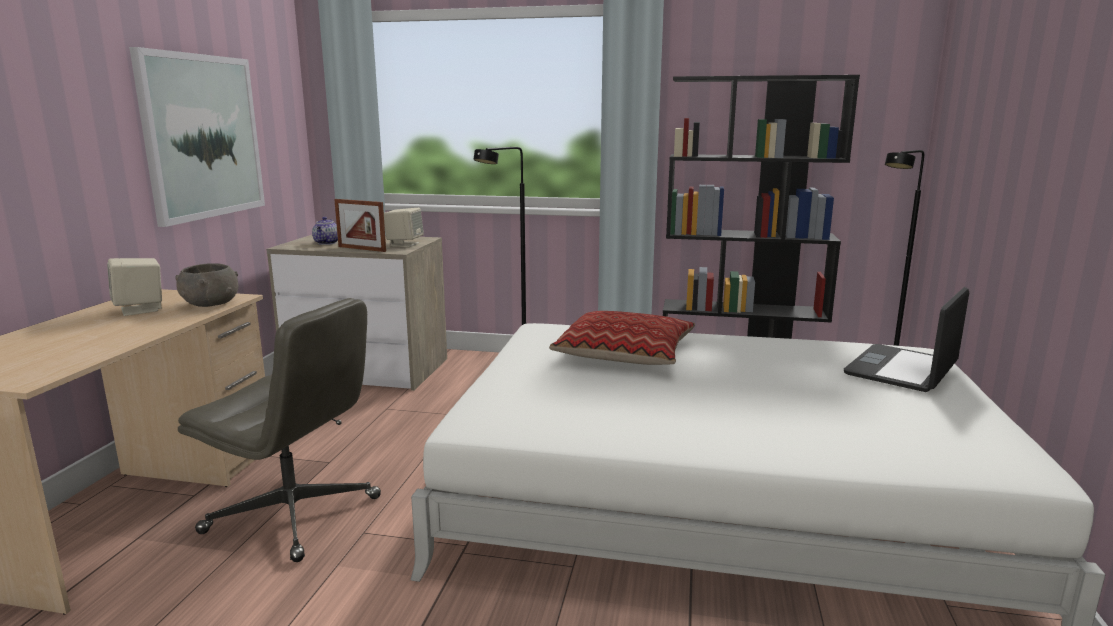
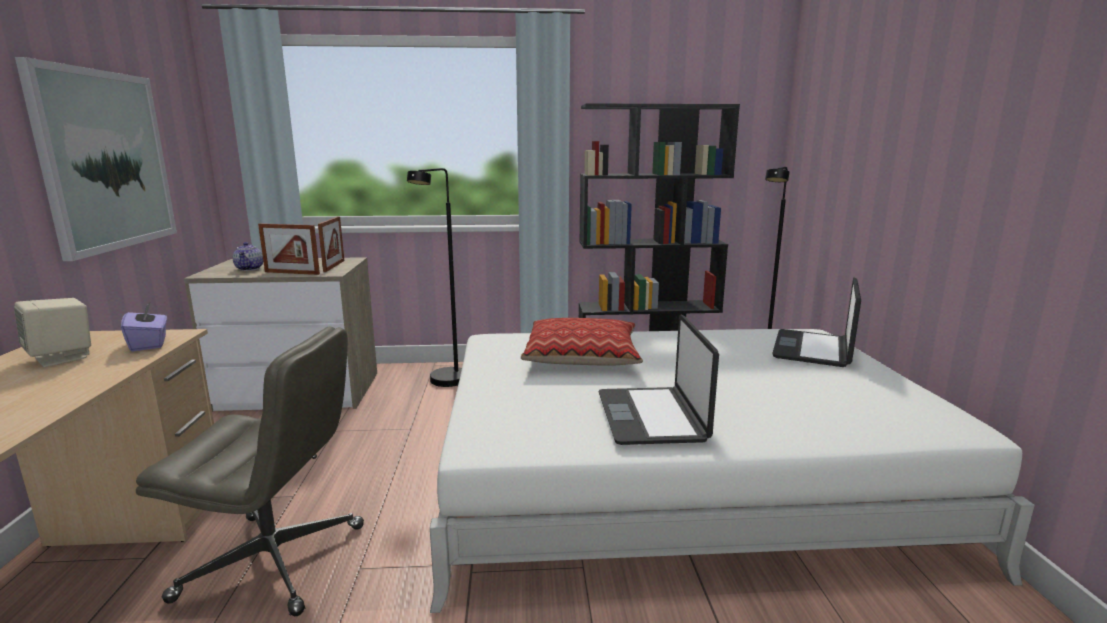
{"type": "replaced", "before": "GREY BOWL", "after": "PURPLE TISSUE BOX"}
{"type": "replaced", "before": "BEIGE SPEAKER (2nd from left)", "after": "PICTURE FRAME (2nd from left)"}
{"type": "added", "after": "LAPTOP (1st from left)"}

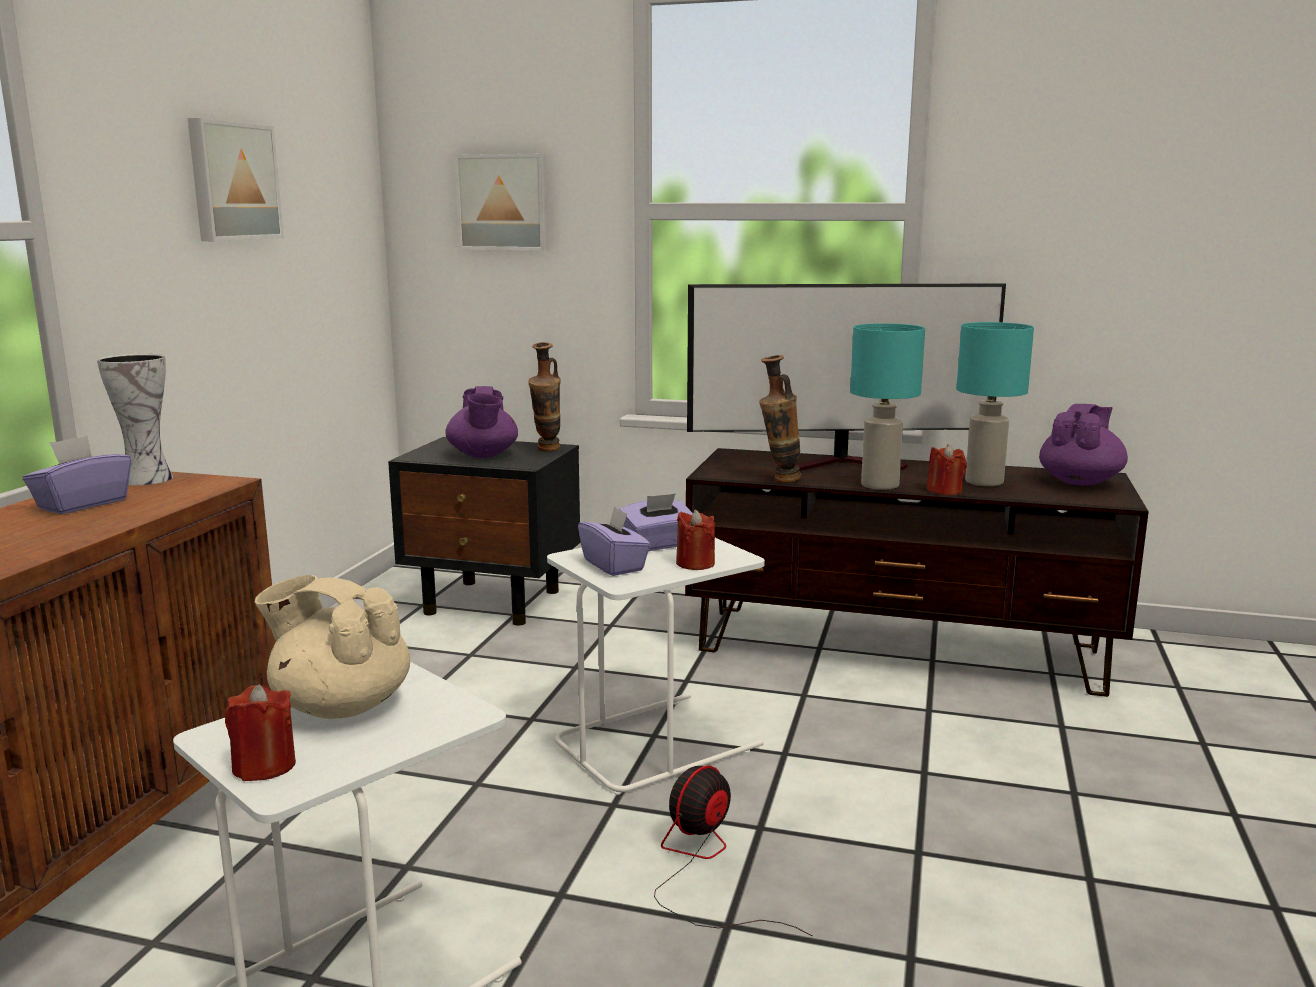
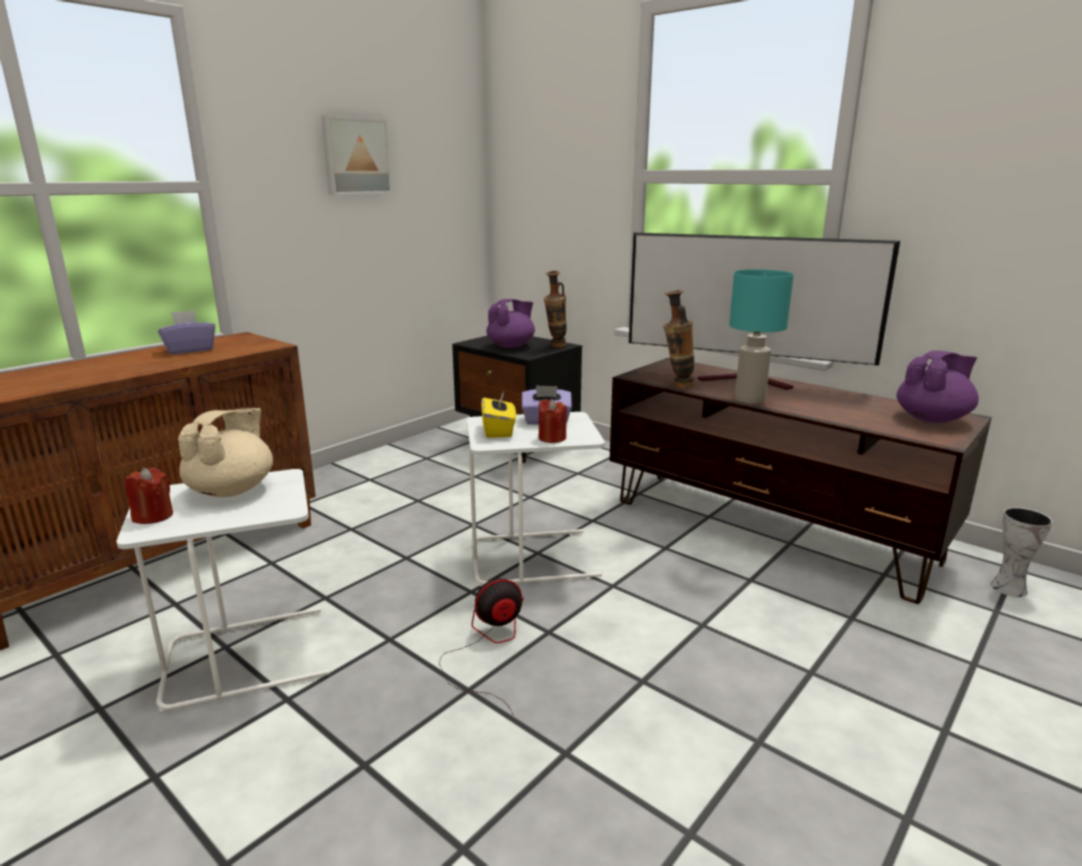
{"type": "moved", "before": "VASE (1st from left in the first image)", "after": "VASE (3rd from left)"}
{"type": "turned", "before": "BEIGE TEAPOT", "turn": 60}
{"type": "turned", "before": "PURPLE TEAPOT (1st from left)", "turn": -150}
{"type": "removed", "before": "PICTURE (2nd from left)"}
{"type": "recoloured", "before": "PURPLE TISSUE BOX (2nd from left)", "after": "YELLOW TISSUE BOX"}
{"type": "removed", "before": "RED CANDLE (3rd from left)"}
{"type": "removed", "before": "TURQUOISE TABLE LAMP (2nd from left)"}

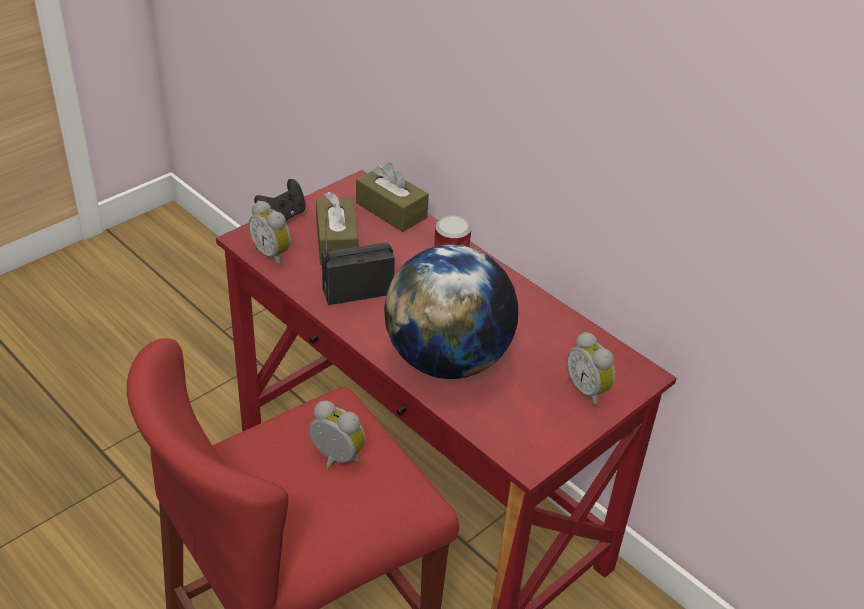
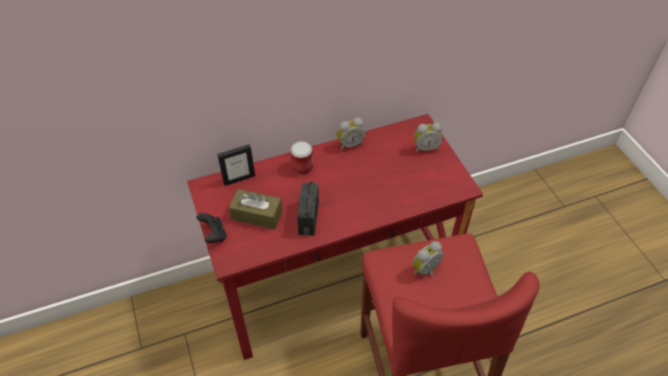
{"type": "moved", "before": "ALARM CLOCK (1st from left)"}
{"type": "replaced", "before": "BROWN TISSUE BOX (2nd from left)", "after": "PICTURE FRAME"}
{"type": "removed", "before": "GLOBE"}

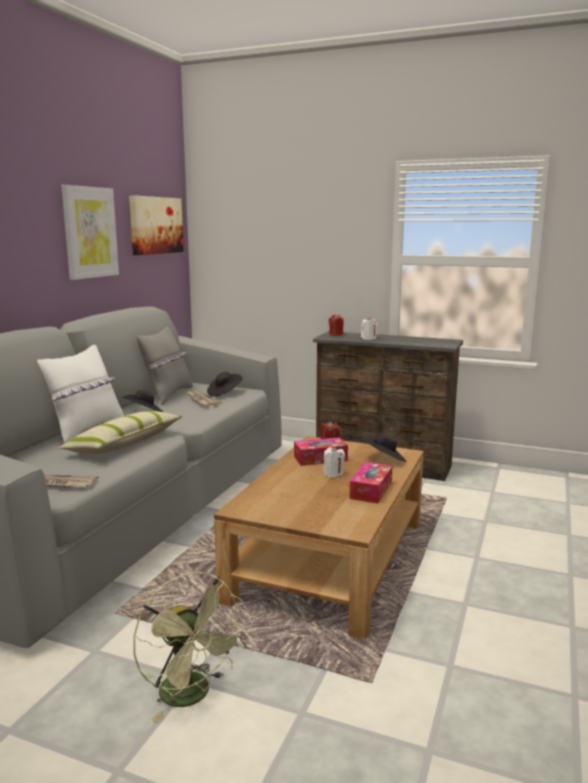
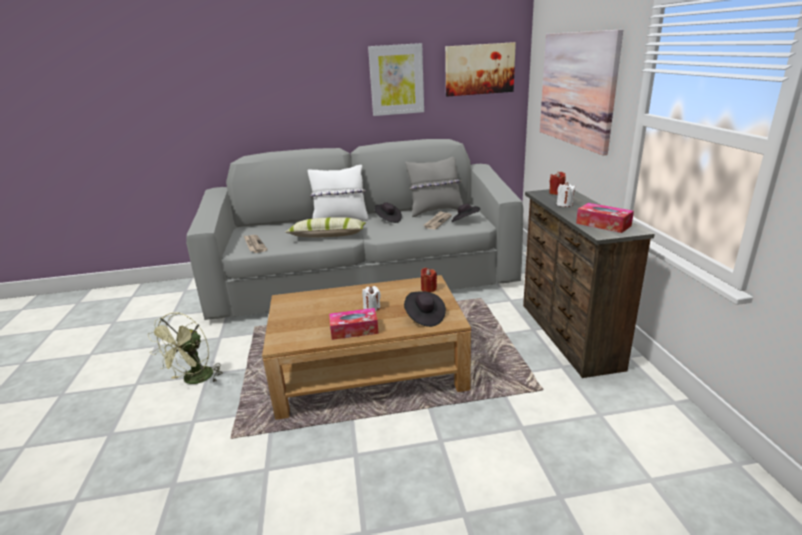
{"type": "moved", "before": "TISSUE BOX (1st from left in the first image)", "after": "TISSUE BOX (2nd from left)"}
{"type": "added", "after": "PICTURE (3rd from left)"}

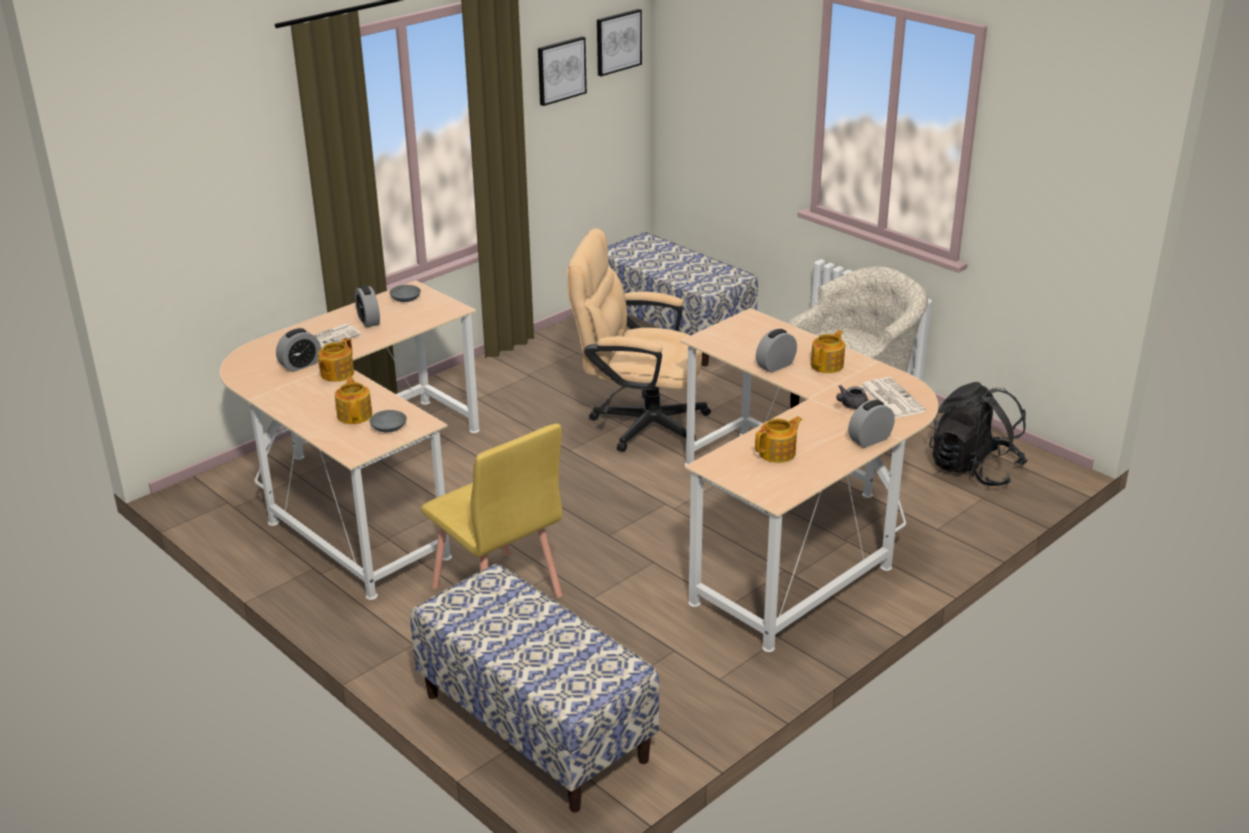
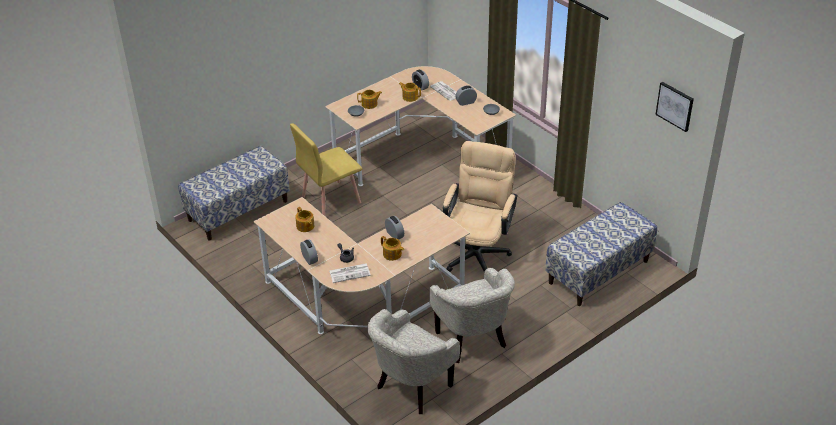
{"type": "removed", "before": "PICTURE (1st from left)"}
{"type": "replaced", "before": "BLACK BACKPACK", "after": "BEIGE ARMCHAIR (1st from left)"}

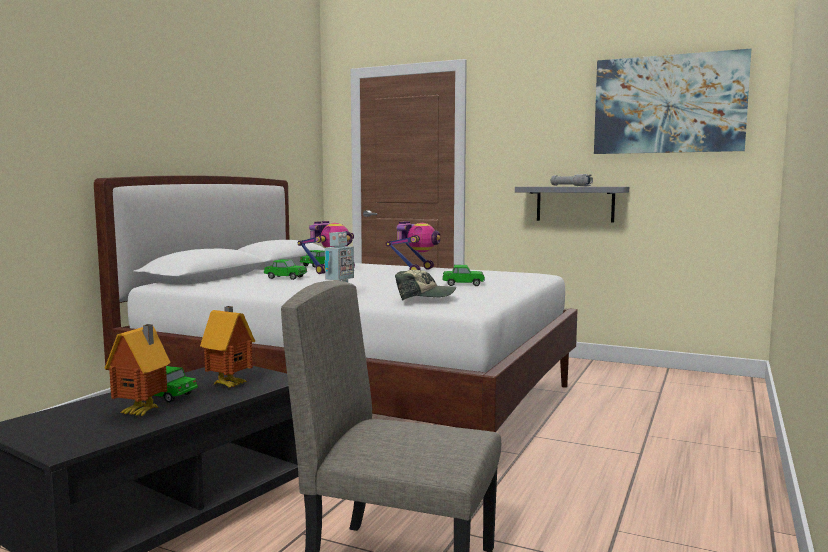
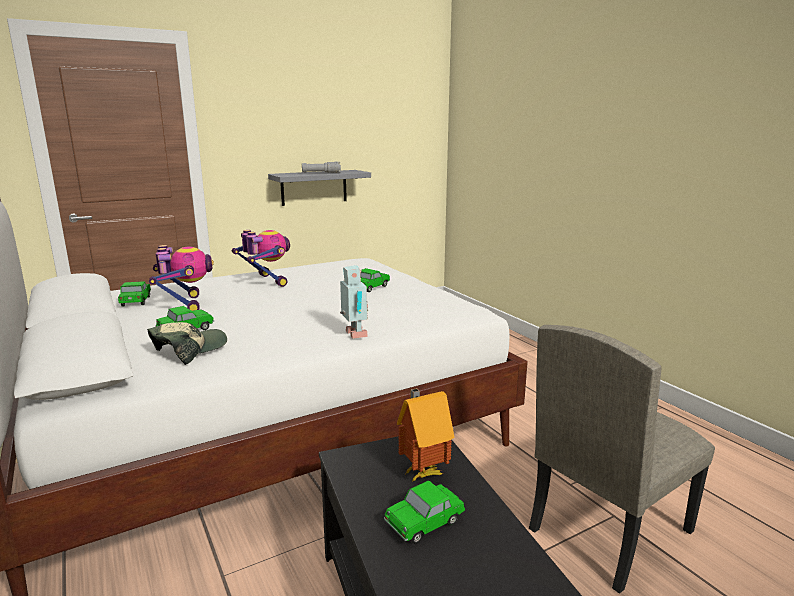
{"type": "removed", "before": "TOY HOUSE (1st from left)"}
{"type": "moved", "before": "CAP"}
{"type": "removed", "before": "PICTURE"}

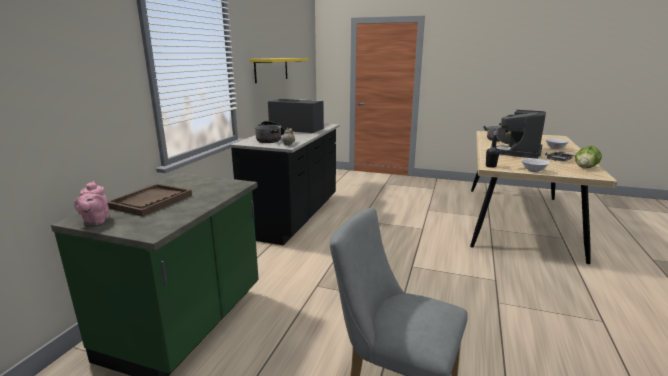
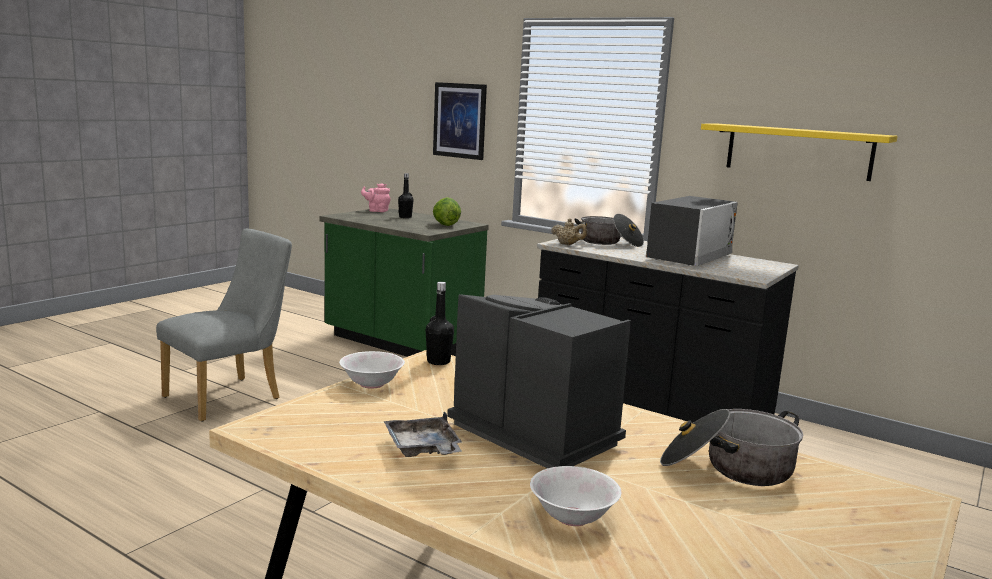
{"type": "replaced", "before": "BROWN TRAY", "after": "BLACK BOTTLE (1st from left)"}
{"type": "moved", "before": "LETTUCE"}
{"type": "added", "after": "PICTURE"}

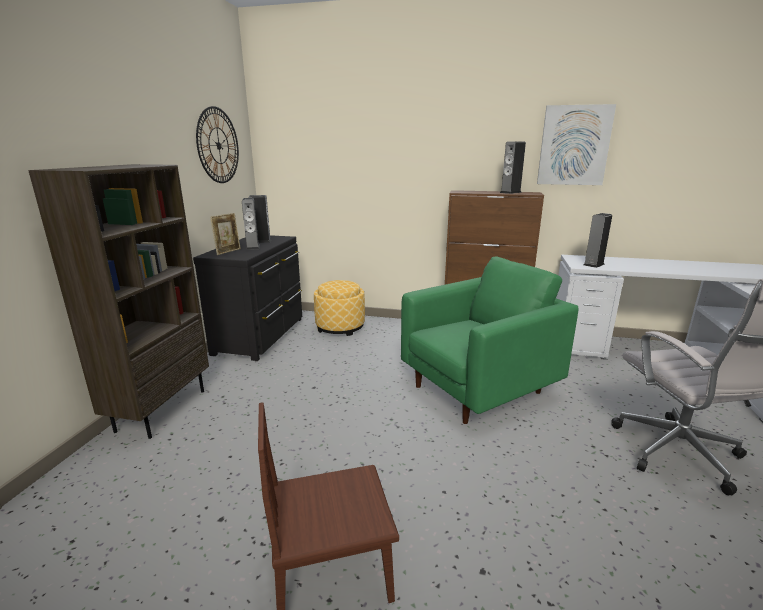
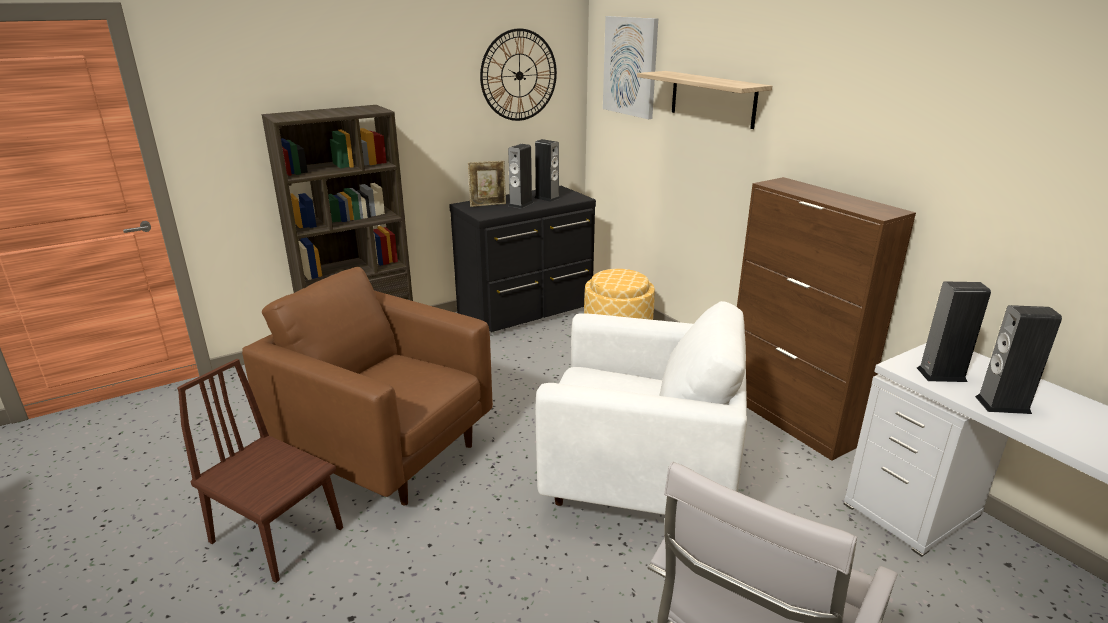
{"type": "recoloured", "before": "GREEN ARMCHAIR", "after": "WHITE ARMCHAIR"}
{"type": "moved", "before": "SPEAKER (3rd from left in the first image)", "after": "SPEAKER (4th from left)"}
{"type": "moved", "before": "PICTURE"}
{"type": "added", "after": "BROWN ARMCHAIR"}
{"type": "added", "after": "SHELF"}

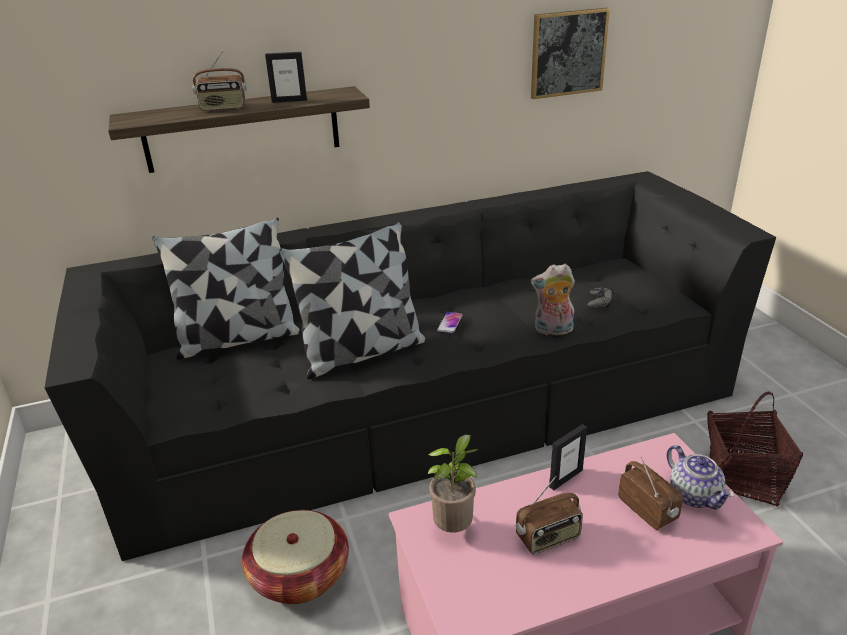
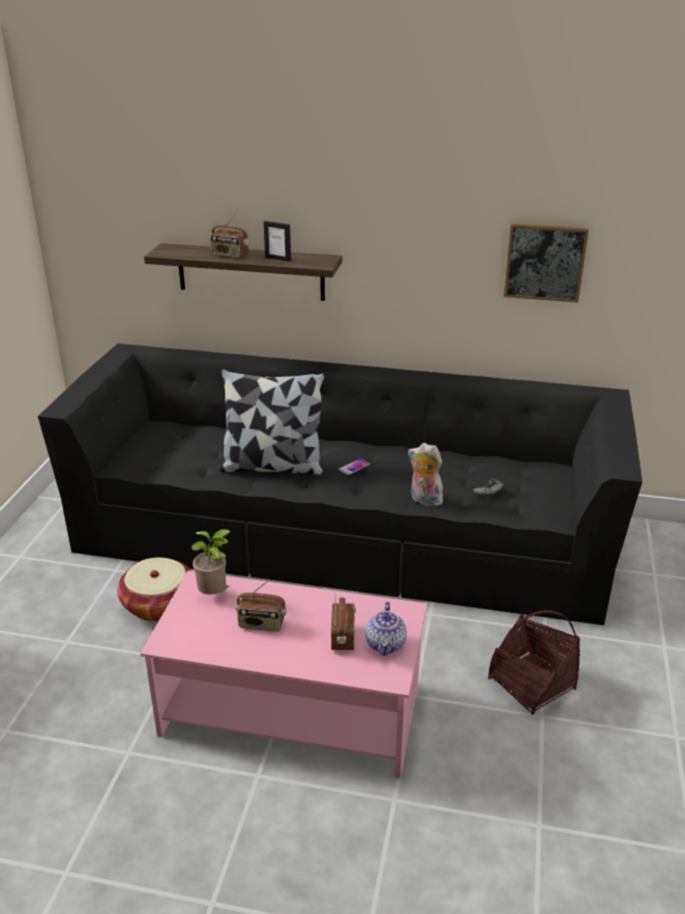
{"type": "removed", "before": "PILLOW (1st from left)"}
{"type": "removed", "before": "PICTURE FRAME (2nd from left)"}

